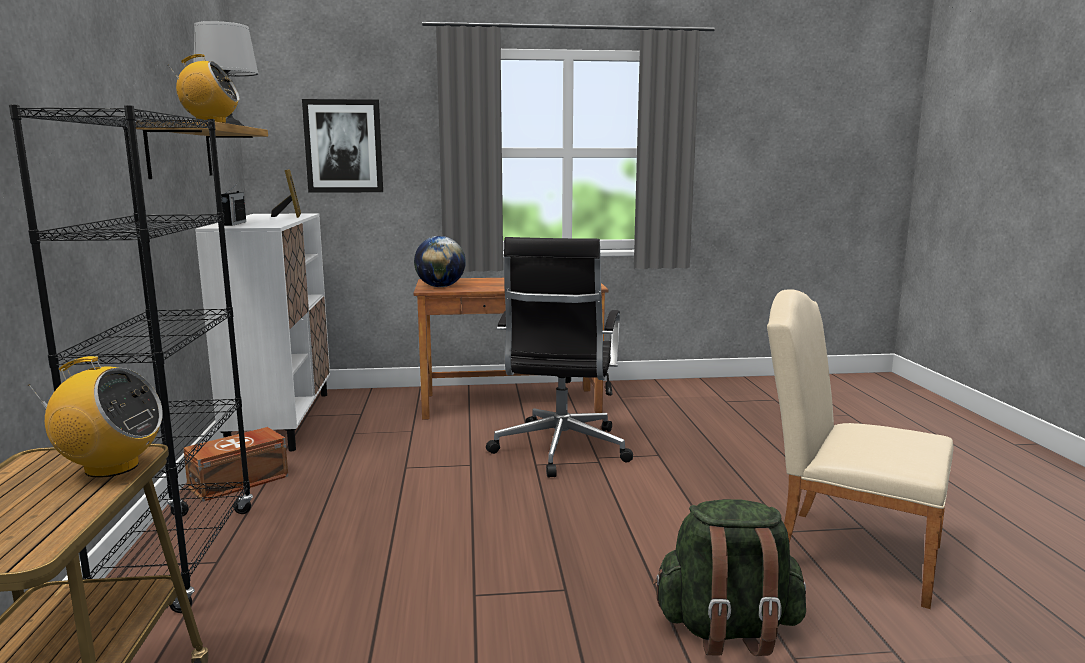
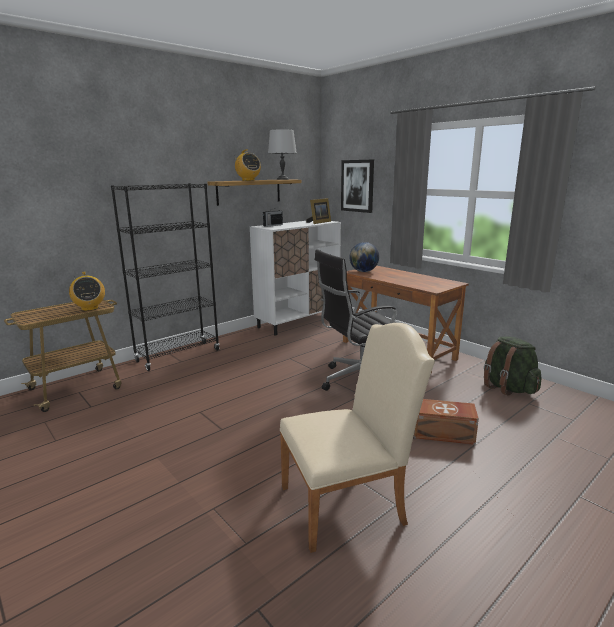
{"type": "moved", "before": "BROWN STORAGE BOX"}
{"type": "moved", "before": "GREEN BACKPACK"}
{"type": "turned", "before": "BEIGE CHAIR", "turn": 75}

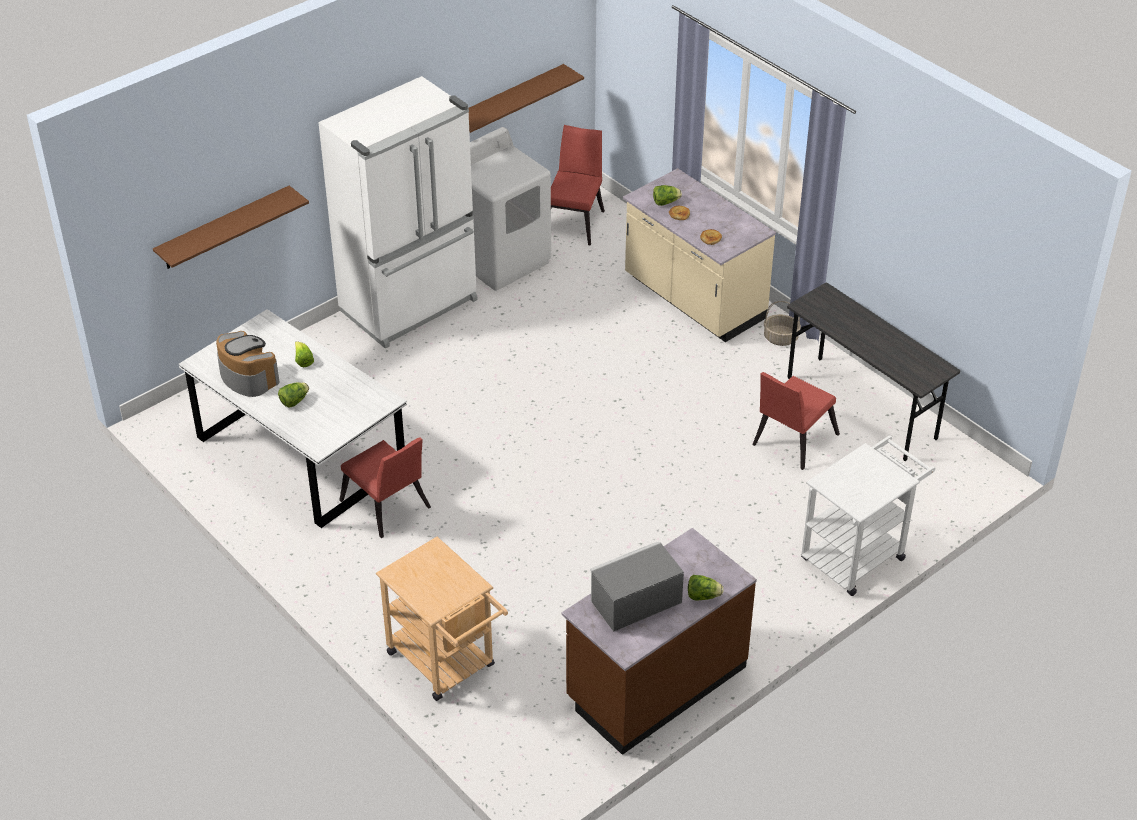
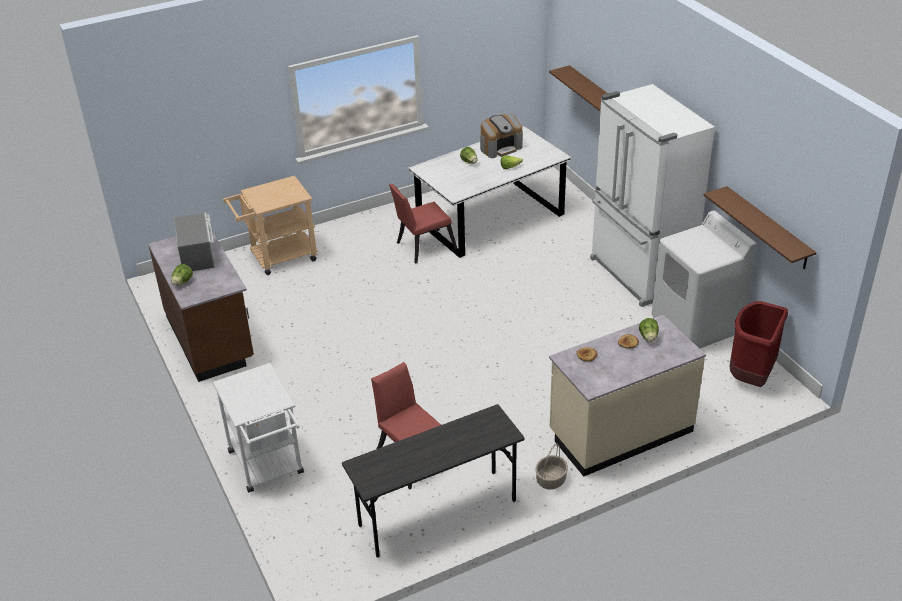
{"type": "replaced", "before": "RED CHAIR (2nd from left)", "after": "RED TRASH CAN"}

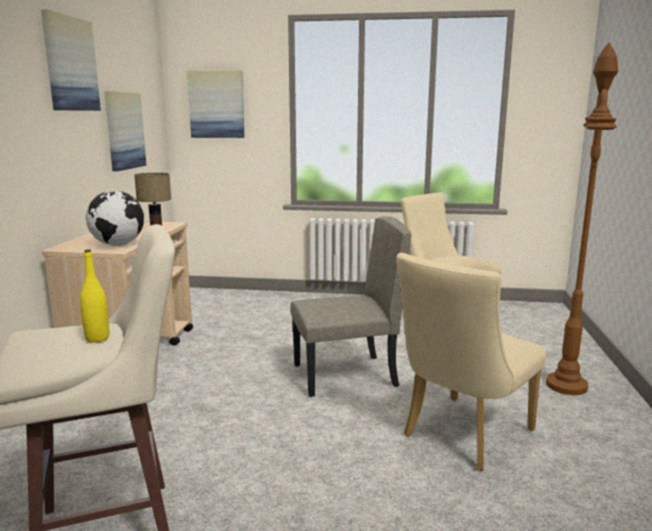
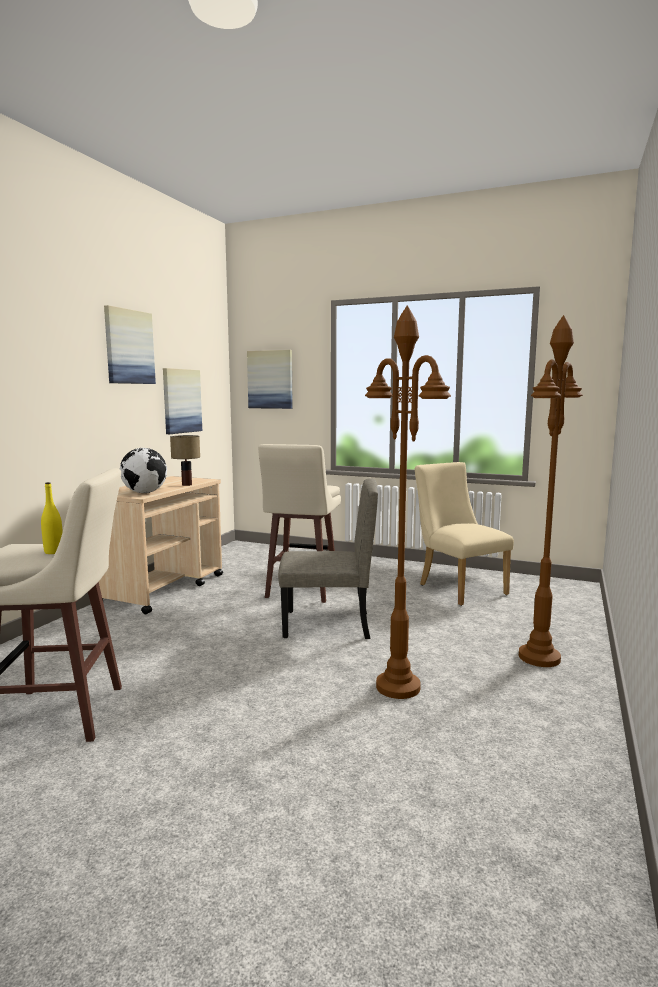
{"type": "replaced", "before": "BEIGE CHAIR (3rd from left)", "after": "BROWN FLOOR LAMP (1st from left)"}
{"type": "added", "after": "BEIGE STOOL (2nd from left)"}

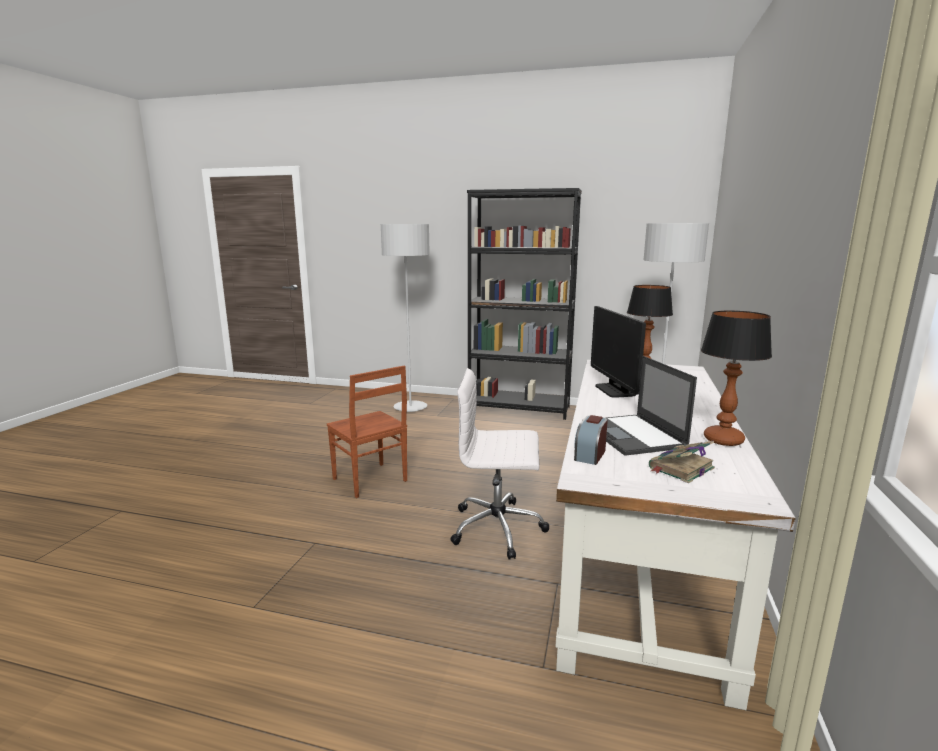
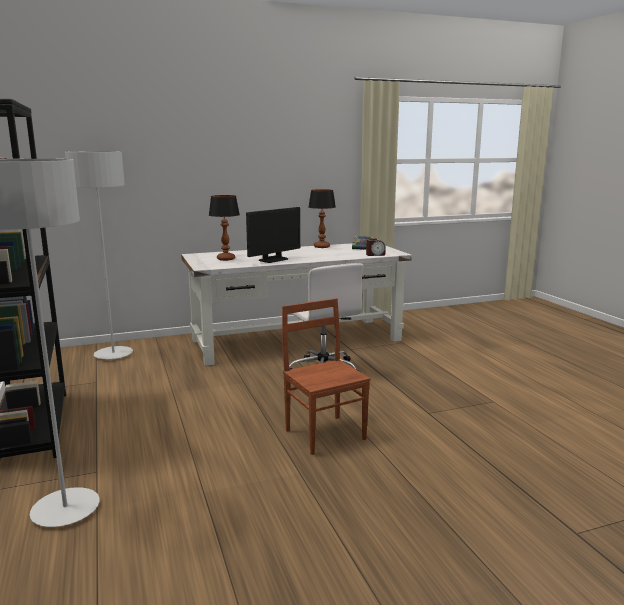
{"type": "turned", "before": "BROWN CHAIR", "turn": -45}
{"type": "removed", "before": "LAPTOP"}

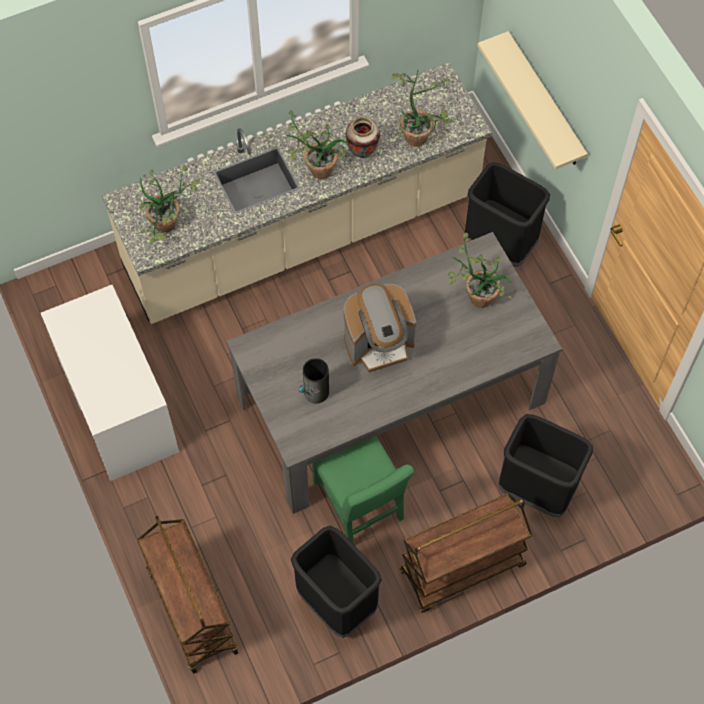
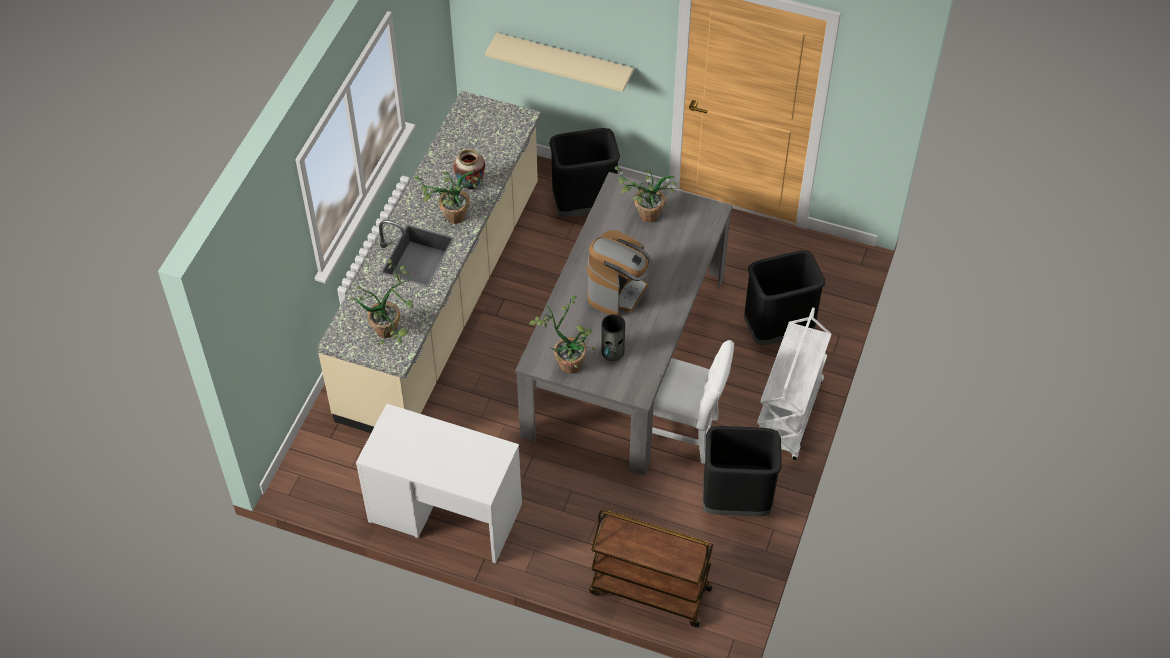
{"type": "recoloured", "before": "GREEN CHAIR", "after": "WHITE CHAIR"}
{"type": "moved", "before": "POTTED PLANT (3rd from left)"}
{"type": "recoloured", "before": "BROWN CART (2nd from left)", "after": "WHITE CART"}

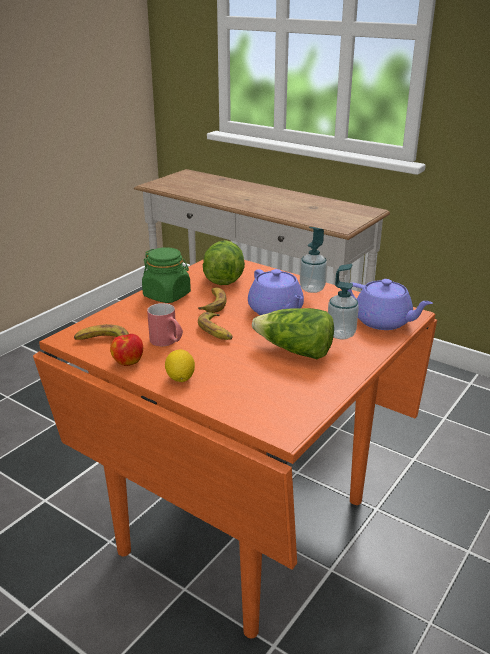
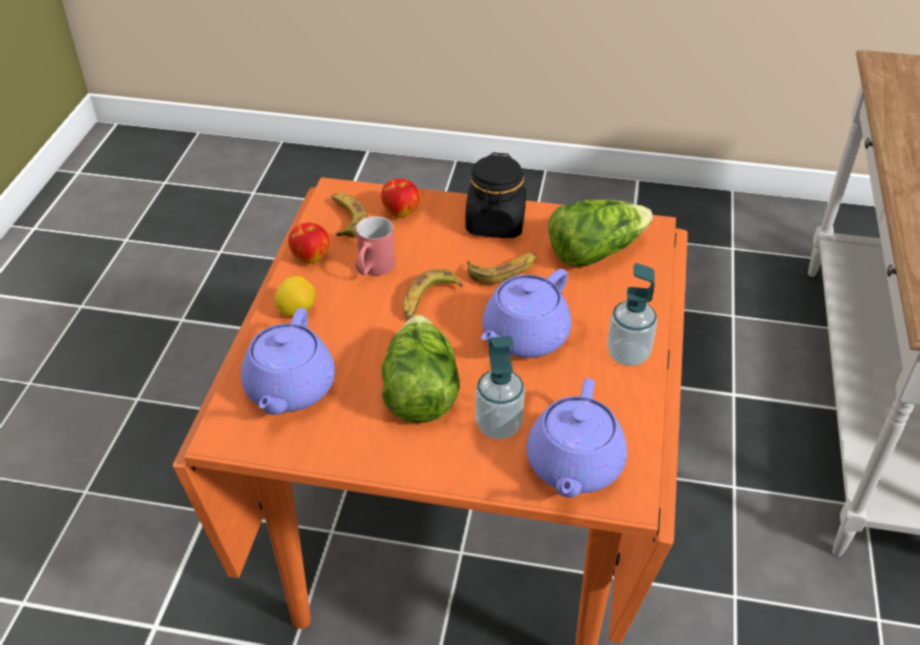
{"type": "recoloured", "before": "GREEN JAR", "after": "BLACK JAR"}
{"type": "added", "after": "PURPLE TEAPOT (1st from left)"}
{"type": "added", "after": "APPLE (2nd from left)"}

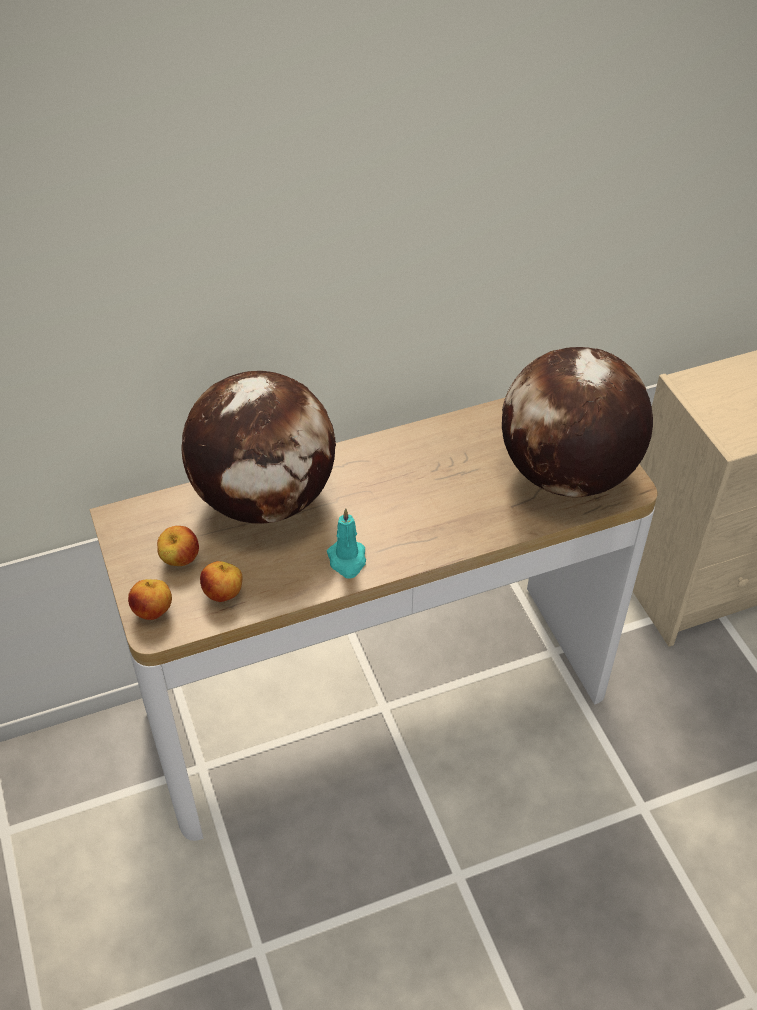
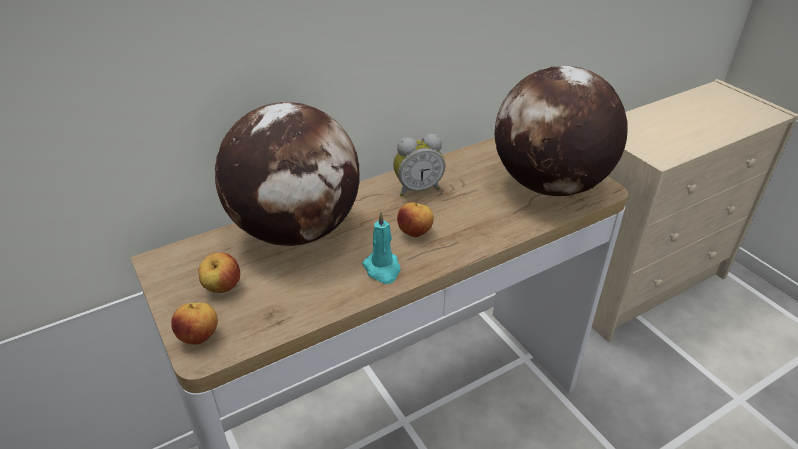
{"type": "moved", "before": "APPLE (3rd from left)"}
{"type": "added", "after": "ALARM CLOCK"}

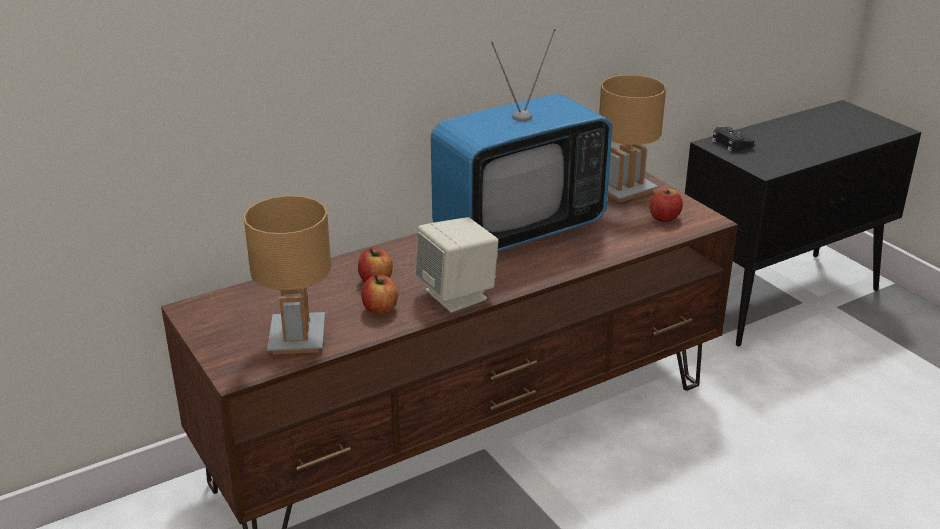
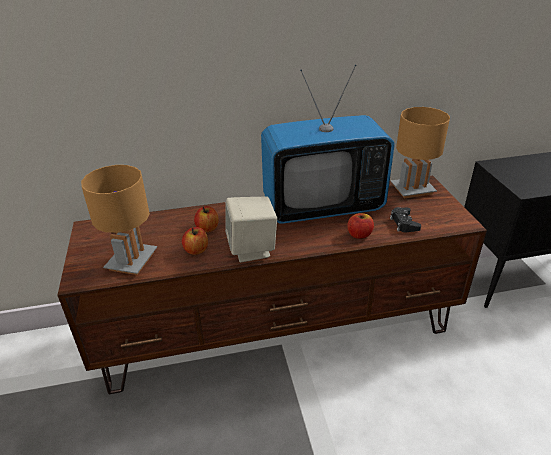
{"type": "moved", "before": "APPLE (3rd from left)"}
{"type": "moved", "before": "BLACK GAME CONTROLLER"}

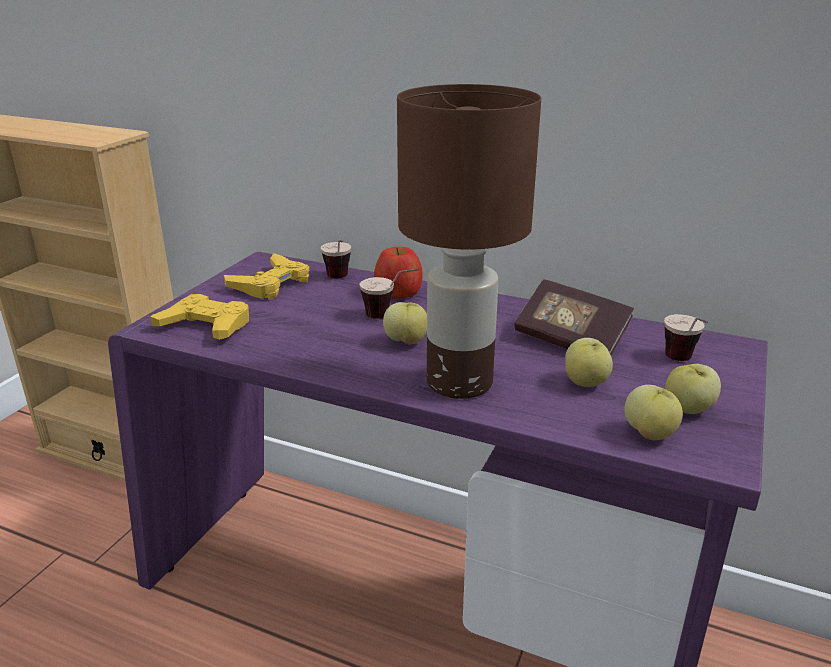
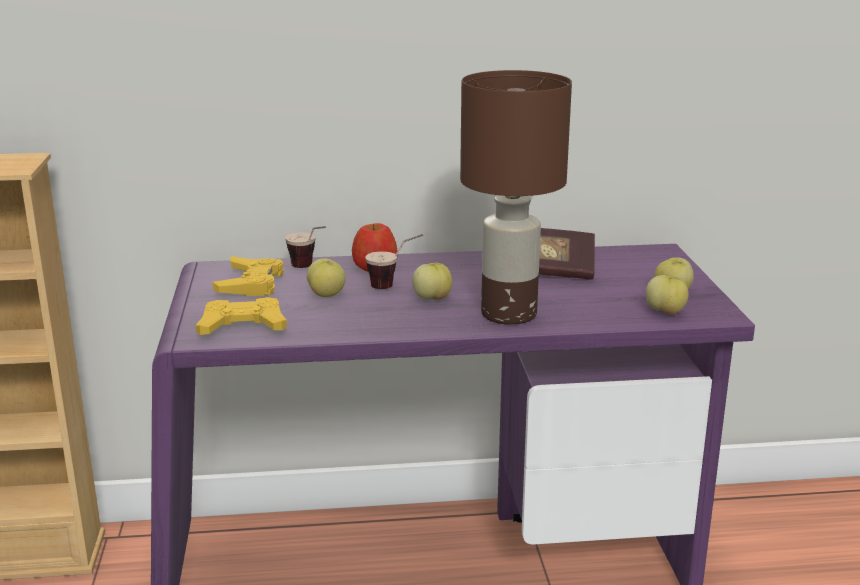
{"type": "moved", "before": "APPLE (3rd from left in the first image)", "after": "APPLE (1st from left)"}
{"type": "removed", "before": "CUP (3rd from left)"}

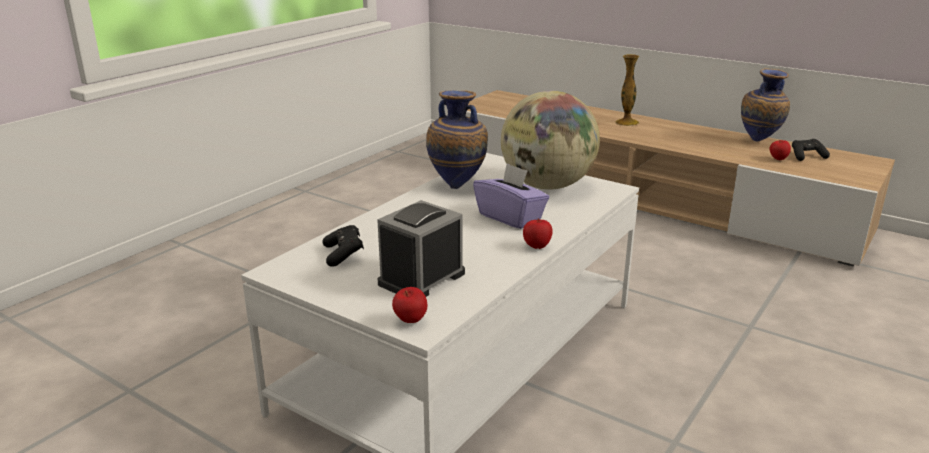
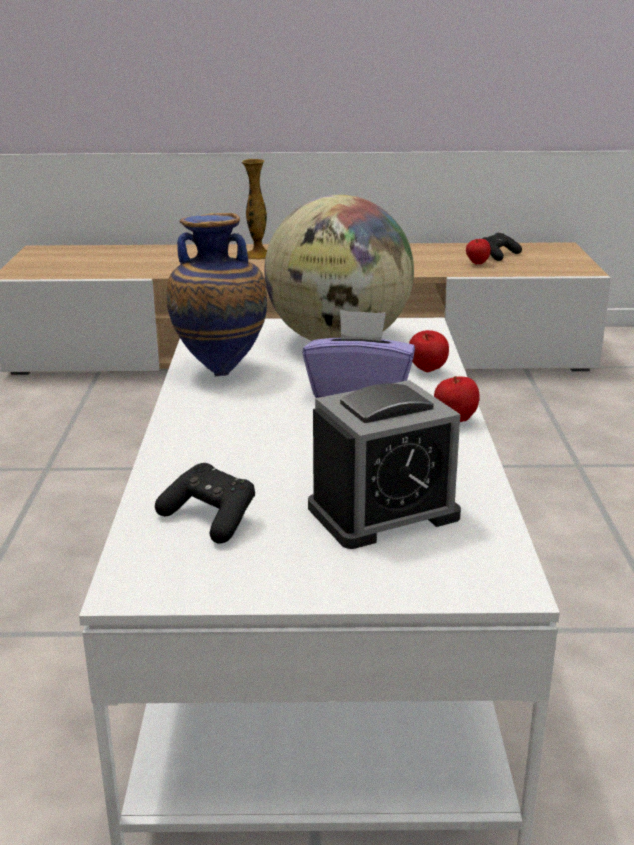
{"type": "turned", "before": "ALARM CLOCK", "turn": -120}
{"type": "moved", "before": "APPLE (1st from left)"}
{"type": "removed", "before": "VASE (3rd from left)"}

